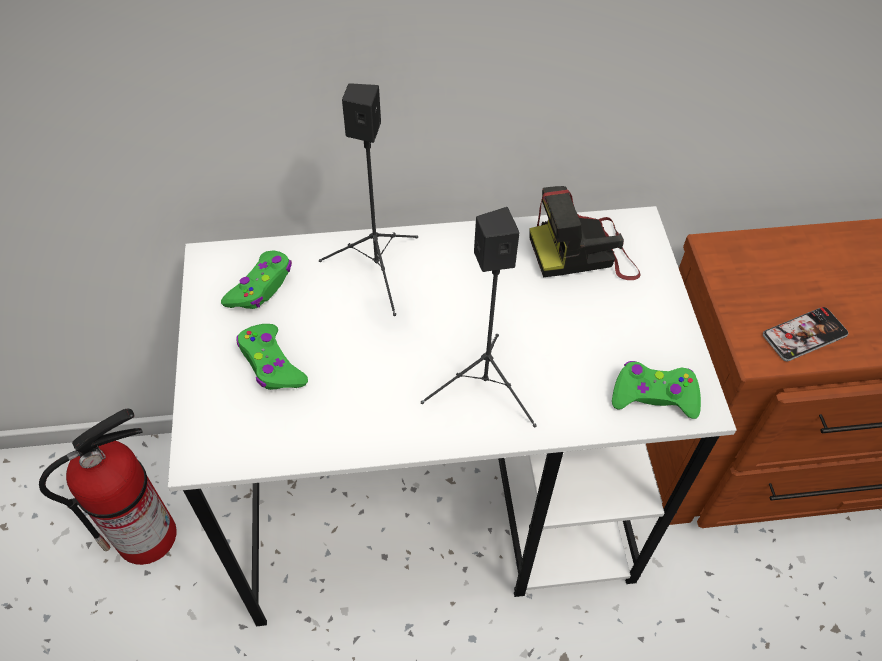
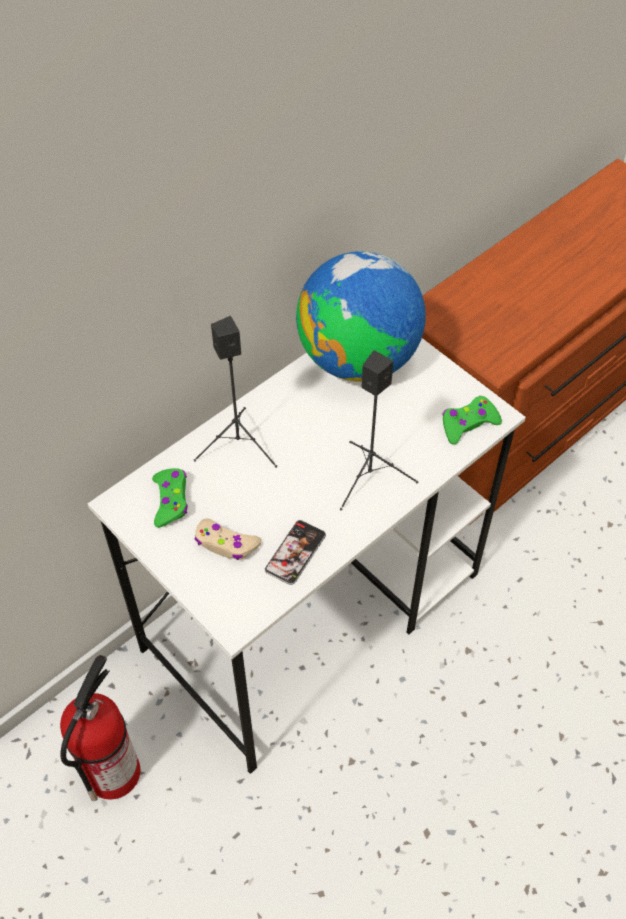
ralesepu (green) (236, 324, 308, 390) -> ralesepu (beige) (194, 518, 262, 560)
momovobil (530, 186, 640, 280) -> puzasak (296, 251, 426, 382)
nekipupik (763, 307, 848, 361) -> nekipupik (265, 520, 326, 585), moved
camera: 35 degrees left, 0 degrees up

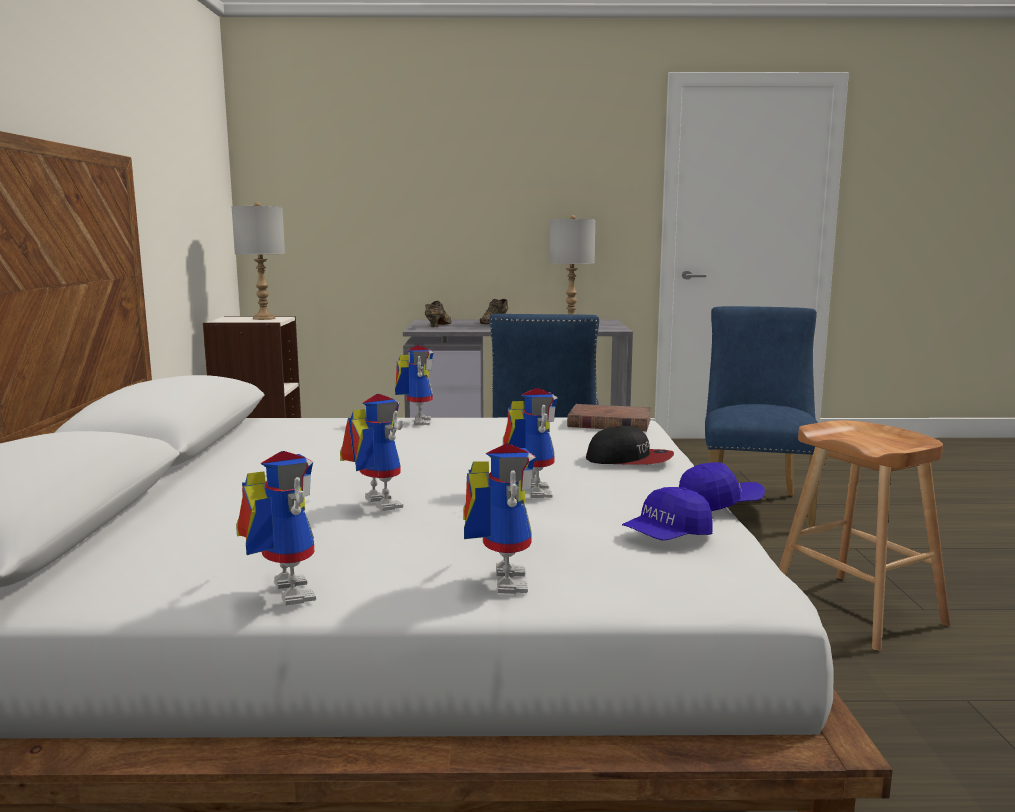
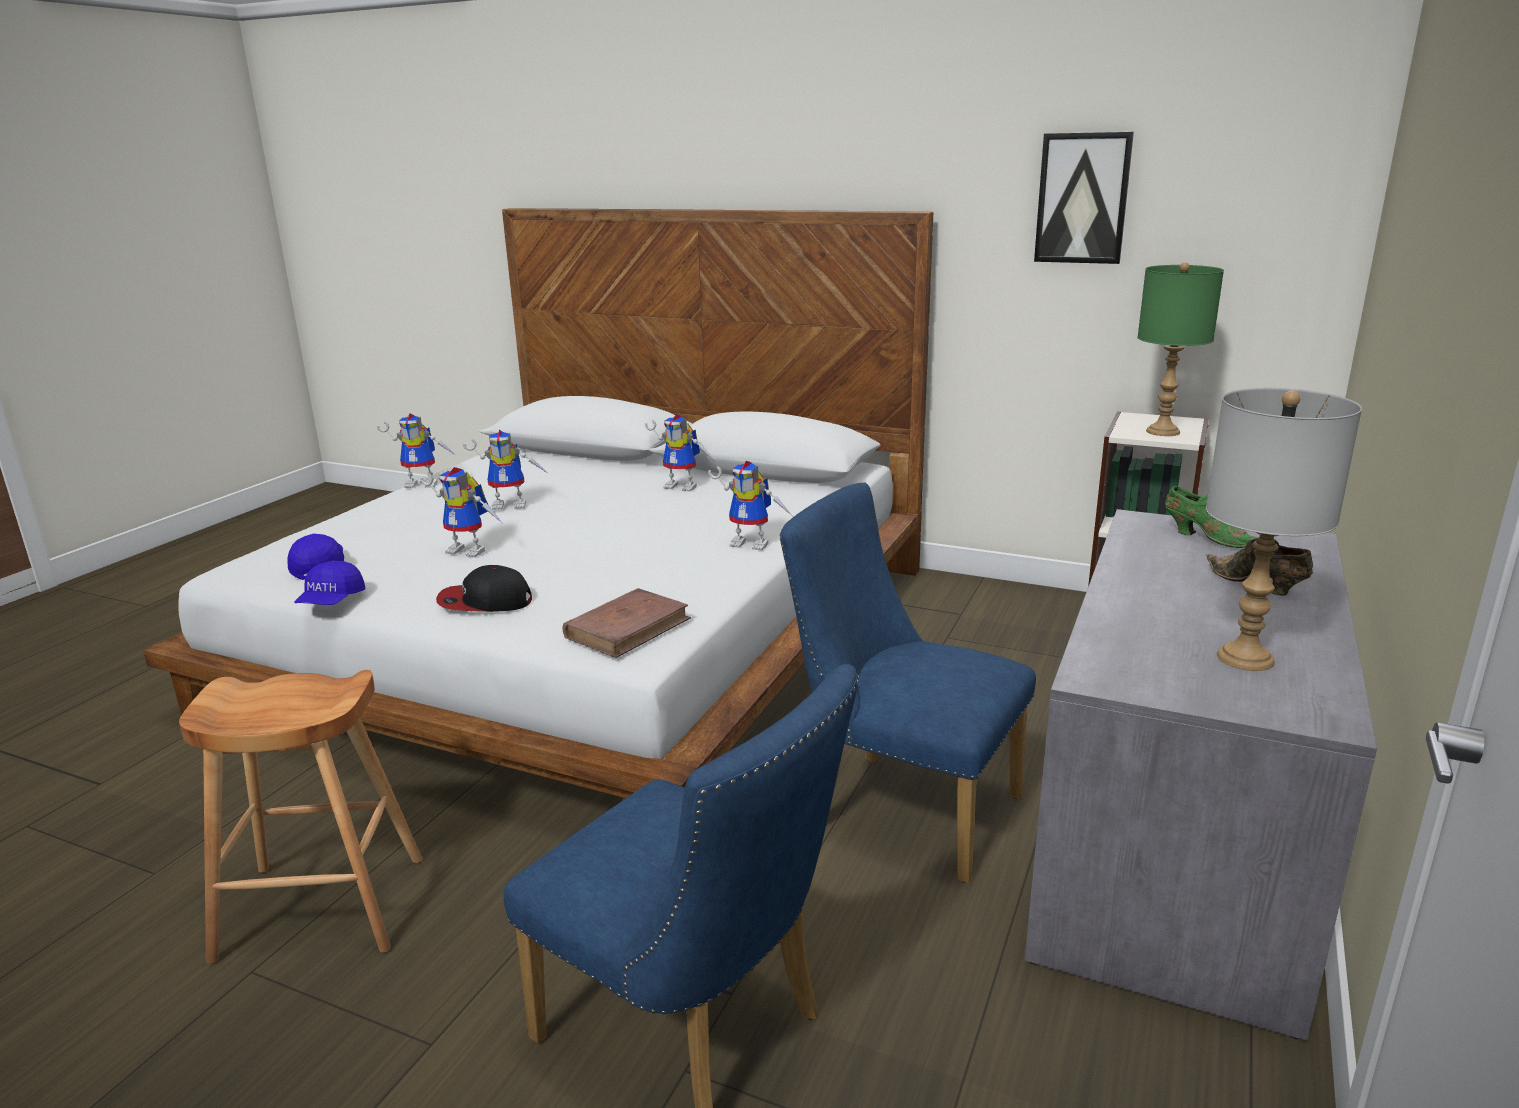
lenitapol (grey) (231, 202, 285, 320) -> lenitapol (green) (1138, 262, 1224, 436)
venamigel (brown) (425, 301, 452, 327) -> venamigel (green) (1165, 486, 1258, 548)
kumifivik (463, 444, 536, 594) -> kumifivik (645, 414, 716, 491), moved
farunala (586, 426, 674, 465) -> farunala (436, 565, 532, 612), 45 degrees clockwise
none -> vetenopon (1034, 132, 1134, 264)
camera: 115 degrees right, 10 degrees up

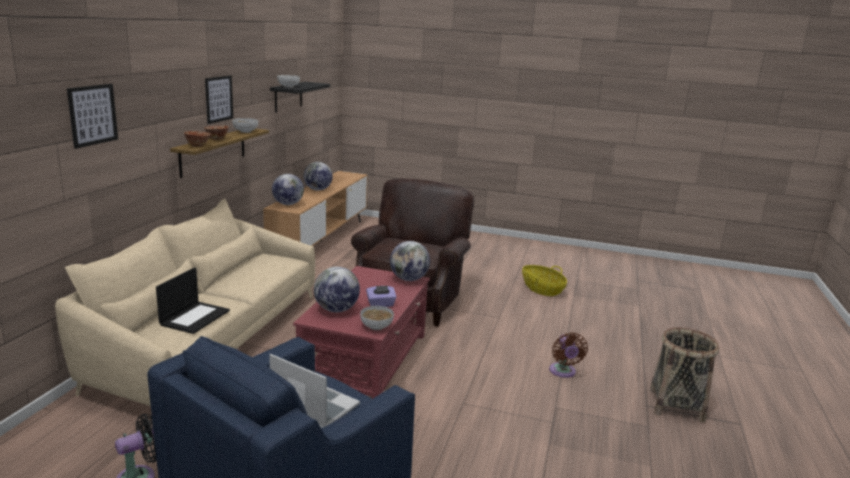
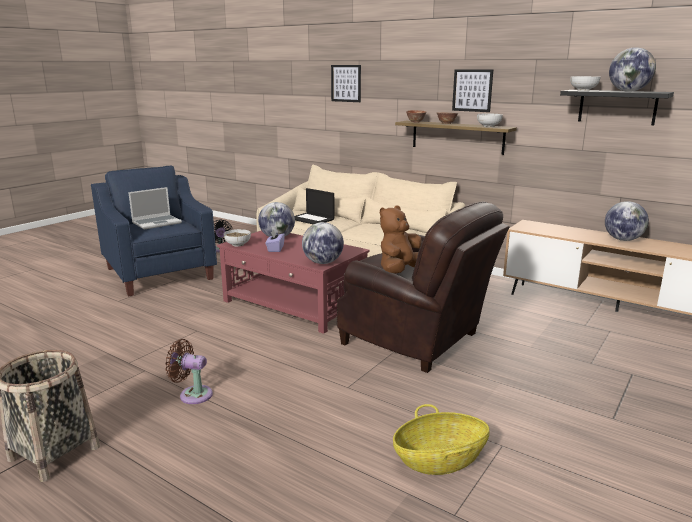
puzasak (272, 174, 304, 205) -> puzasak (609, 47, 656, 92), moved
none -> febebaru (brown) (380, 205, 421, 274)
camera: 110 degrees right, 0 degrees up

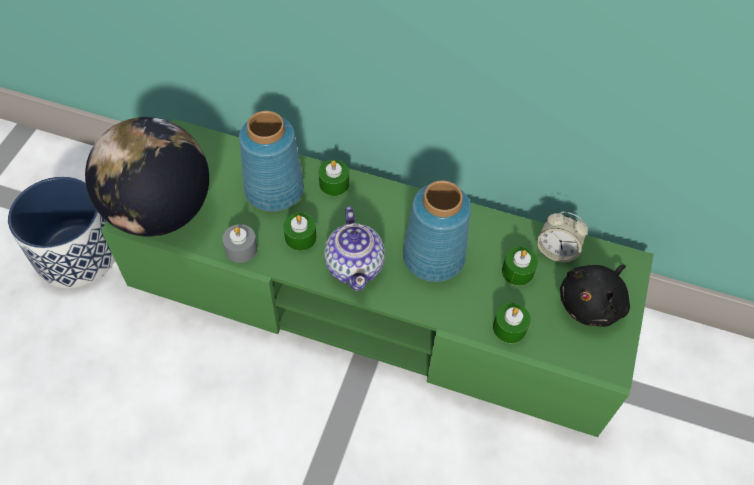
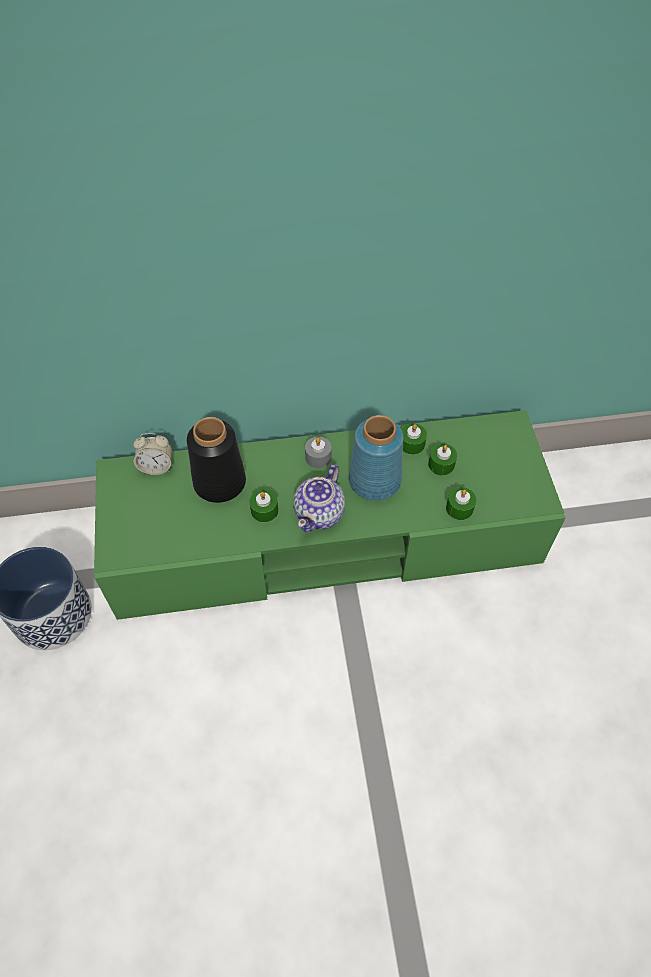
puzasak (85, 117, 209, 237) -> none
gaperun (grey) (222, 224, 257, 263) -> gaperun (grey) (305, 436, 332, 468), moved
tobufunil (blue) (239, 111, 304, 212) -> tobufunil (black) (187, 417, 246, 503)
gaperun (green) (319, 160, 349, 196) -> gaperun (green) (401, 423, 427, 455), moved
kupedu (324, 206, 385, 291) -> kupedu (293, 464, 345, 532), 60 degrees clockwise
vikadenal (537, 212, 588, 263) -> vikadenal (133, 433, 172, 475), moved
febebaru (black) (560, 265, 630, 327) -> none
camera: 25 degrees left, 0 degrees up

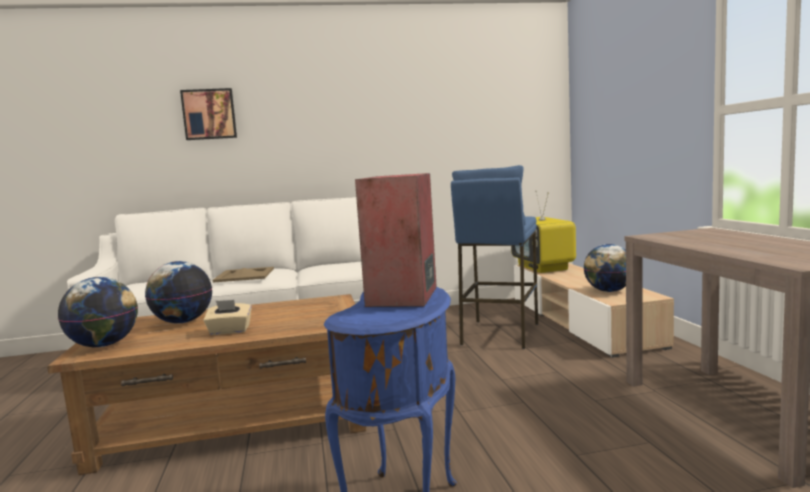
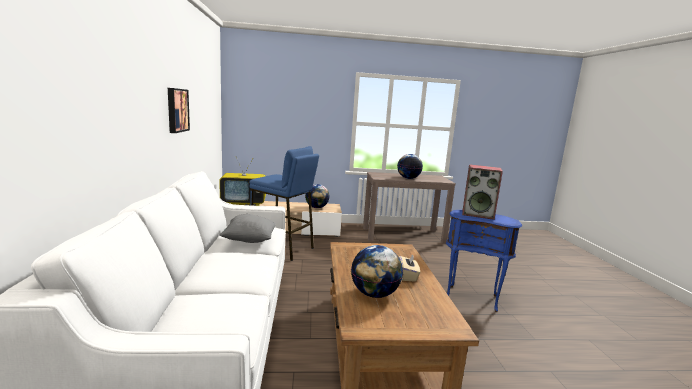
puzasak (58, 277, 138, 347) -> puzasak (397, 154, 423, 179), moved
vetenopon (180, 88, 237, 140) -> vetenopon (168, 88, 190, 133), moved
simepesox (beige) (212, 267, 274, 282) -> none
none -> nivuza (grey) (219, 214, 276, 243)
camera: 85 degrees left, 5 degrees up

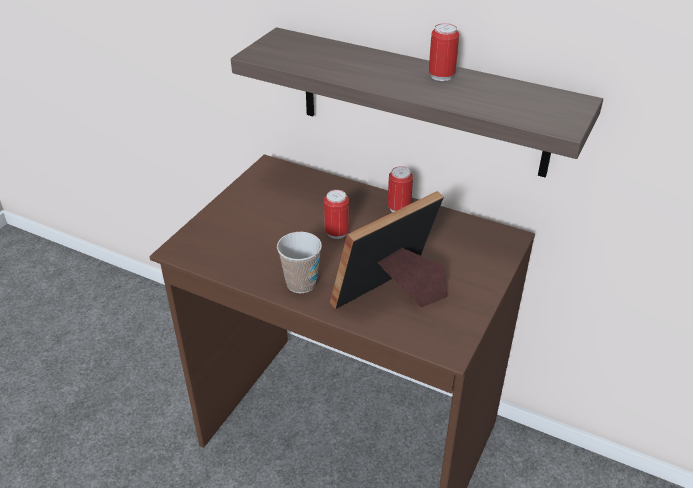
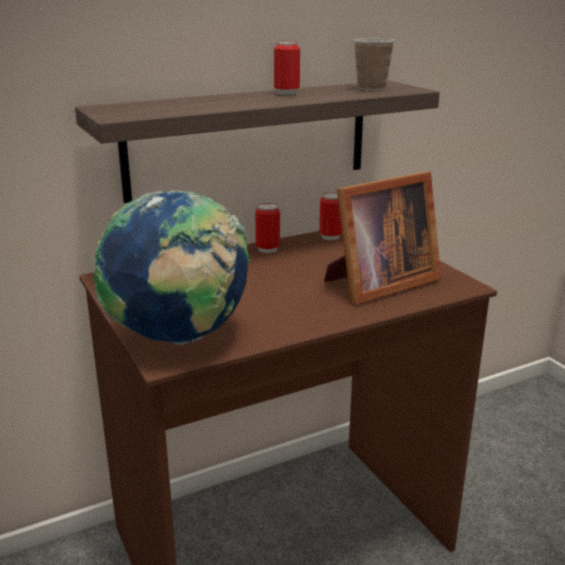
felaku (277, 232, 322, 293) -> felaku (354, 38, 395, 91), moved
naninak (324, 190, 349, 239) -> naninak (319, 192, 342, 240), moved
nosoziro (330, 191, 447, 309) -> nosoziro (324, 172, 441, 304), 120 degrees counterclockwise
none -> puzasak (93, 190, 251, 345)
camera: 55 degrees left, 15 degrees down

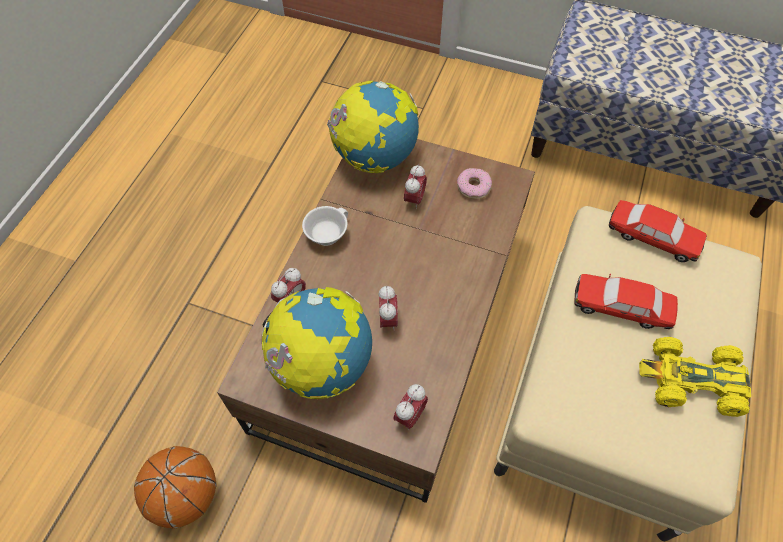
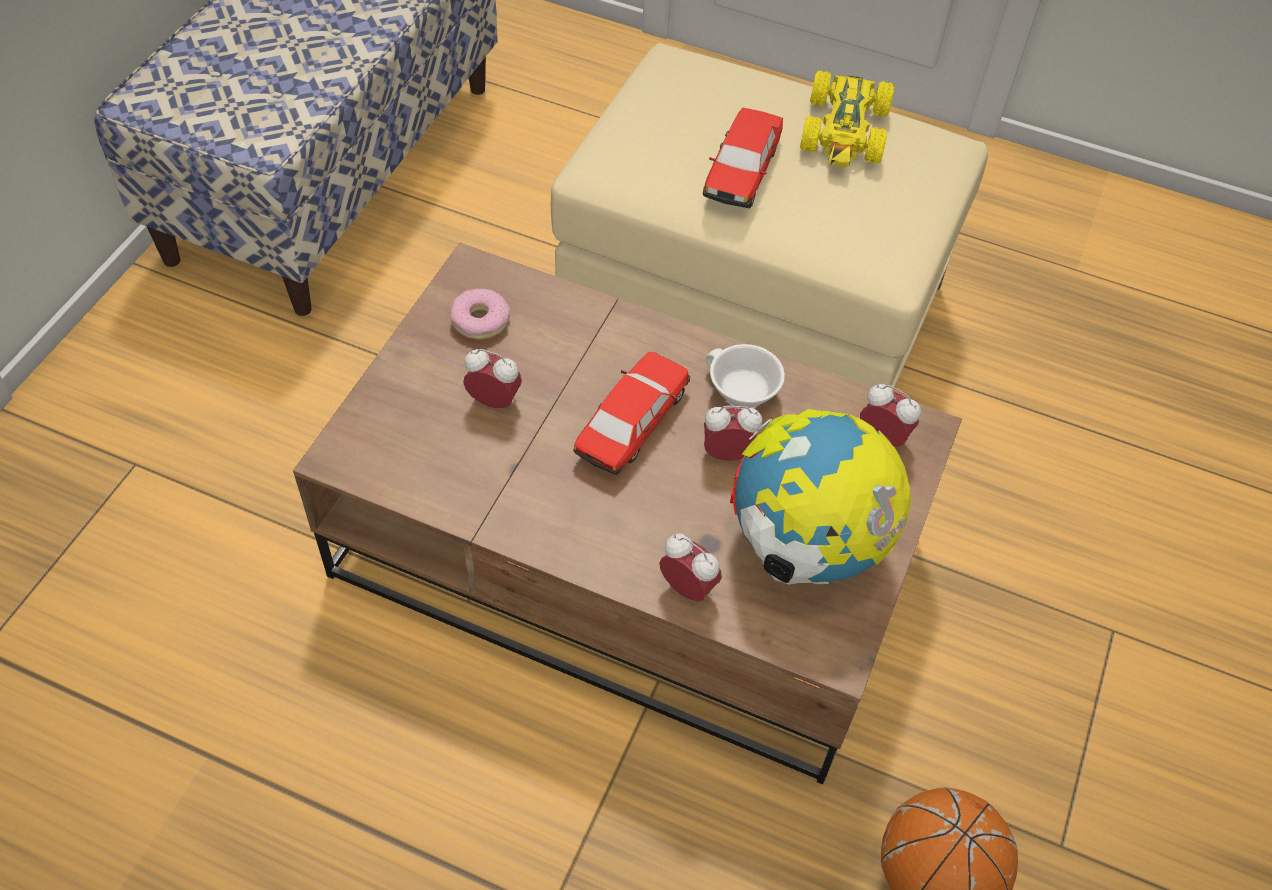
felaku (white) (302, 206, 348, 246) -> felaku (white) (706, 344, 785, 409), moved
puzasak (327, 81, 419, 173) -> none
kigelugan (609, 200, 707, 262) -> kigelugan (573, 352, 690, 475), moved
camera: 90 degrees left, 5 degrees down

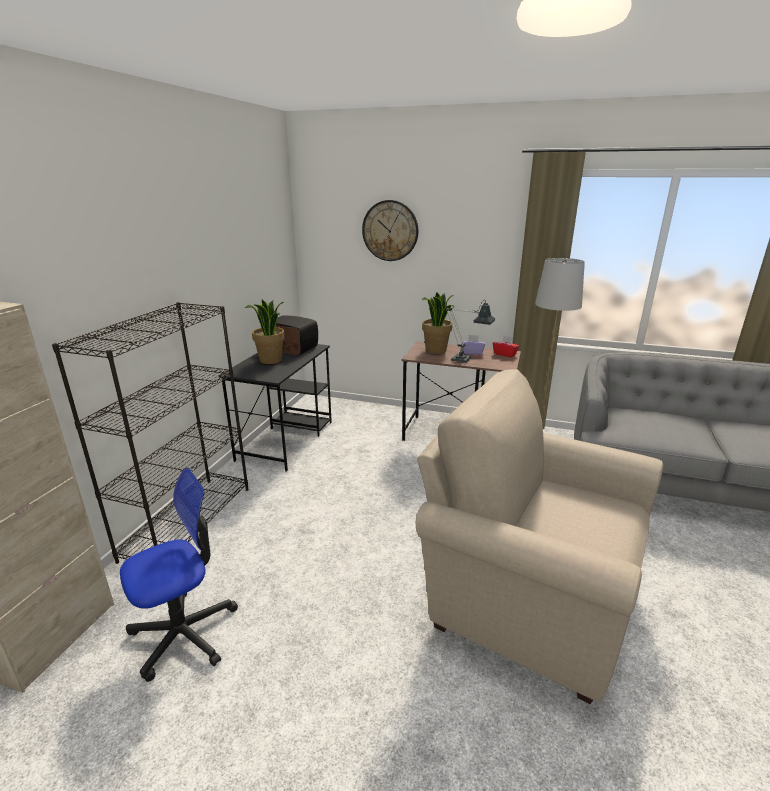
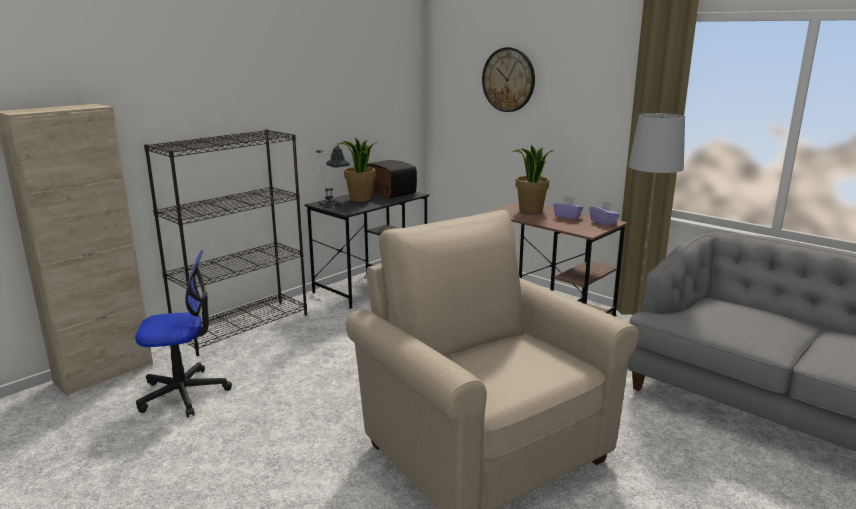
lenitapol (445, 300, 495, 363) -> lenitapol (316, 143, 350, 207), moved
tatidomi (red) (493, 336, 519, 357) -> tatidomi (purple) (589, 201, 620, 226)
camera: 25 degrees right, 5 degrees down

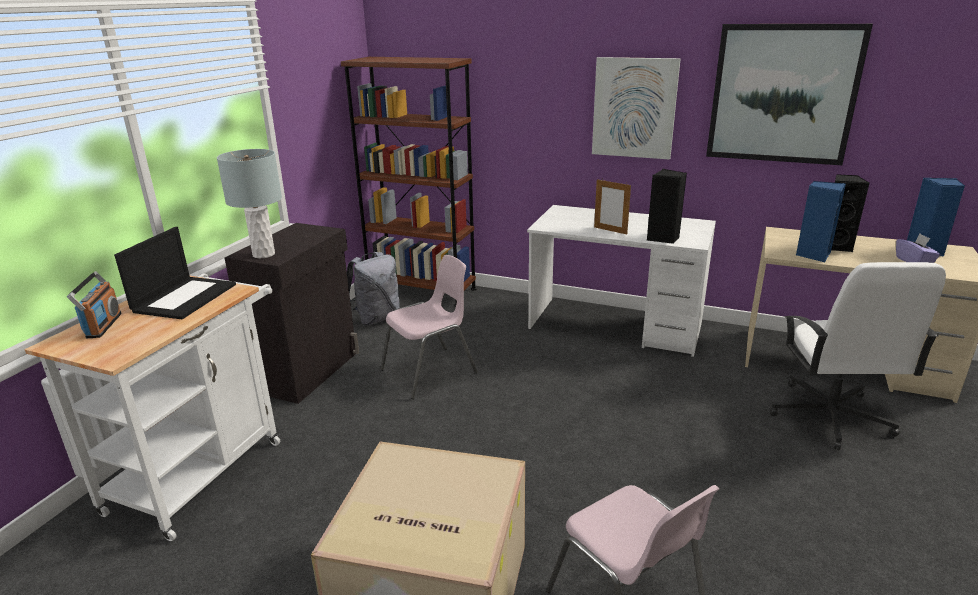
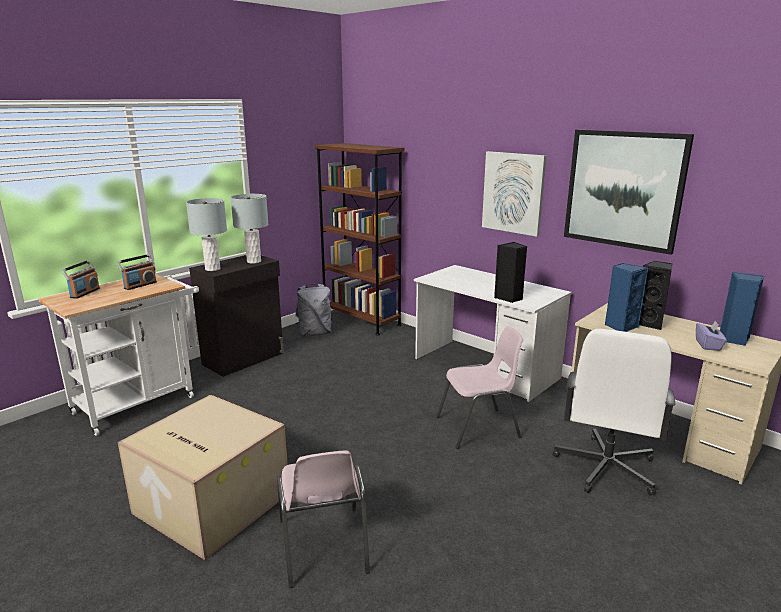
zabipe (114, 227, 236, 319) -> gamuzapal (117, 254, 157, 290)
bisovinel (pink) (380, 255, 478, 399) -> bisovinel (pink) (436, 326, 523, 449), moved
nosoziro (594, 179, 631, 234) -> none
none -> lenitapol (grey) (230, 194, 268, 264)
camera: 20 degrees right, 5 degrees down

